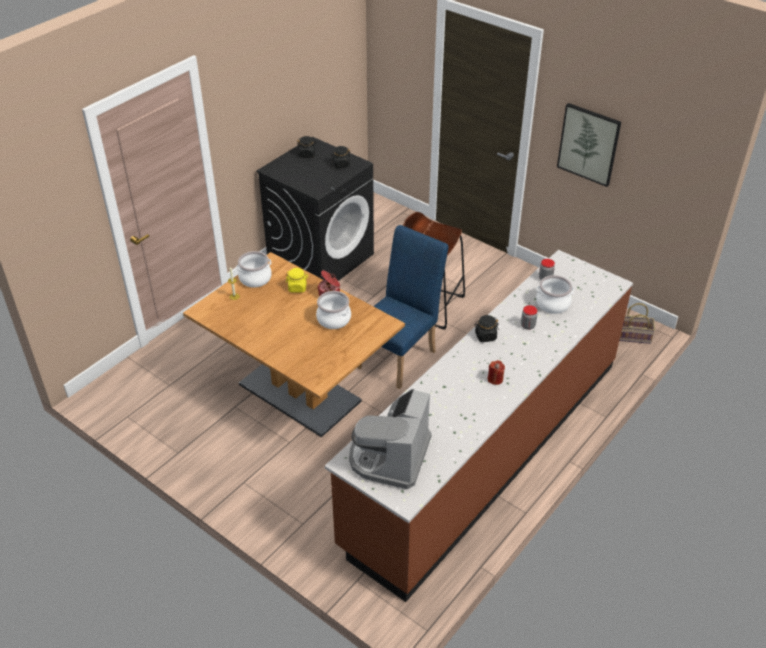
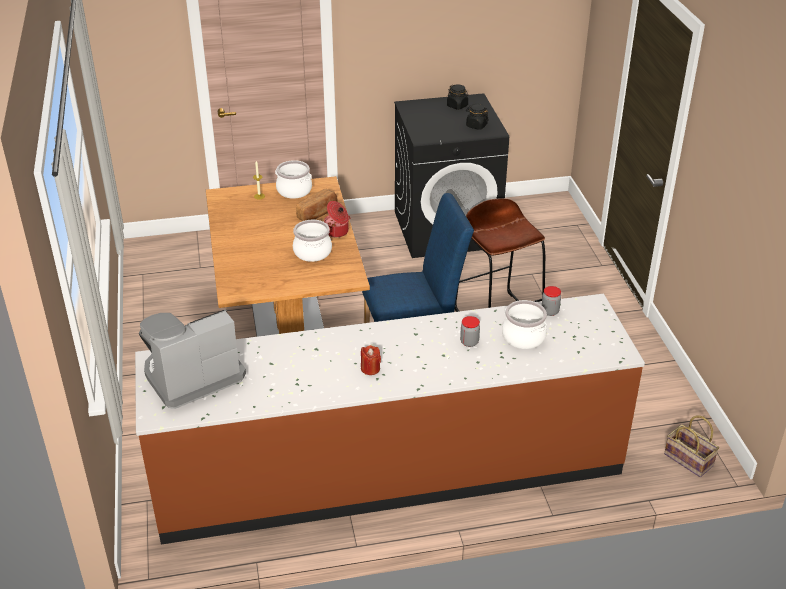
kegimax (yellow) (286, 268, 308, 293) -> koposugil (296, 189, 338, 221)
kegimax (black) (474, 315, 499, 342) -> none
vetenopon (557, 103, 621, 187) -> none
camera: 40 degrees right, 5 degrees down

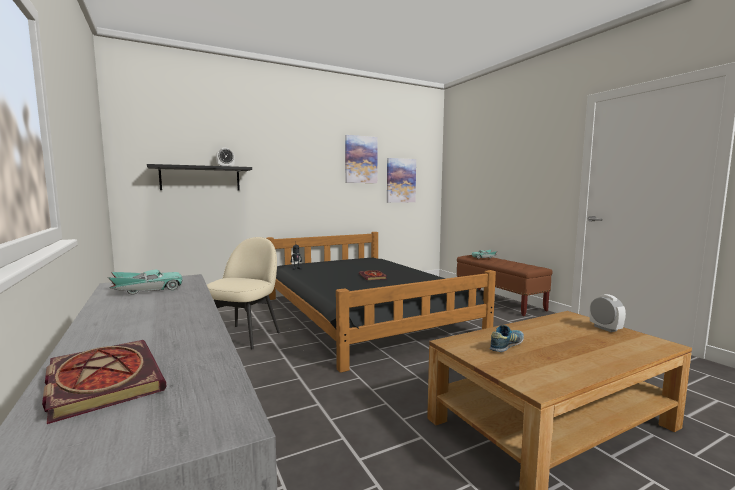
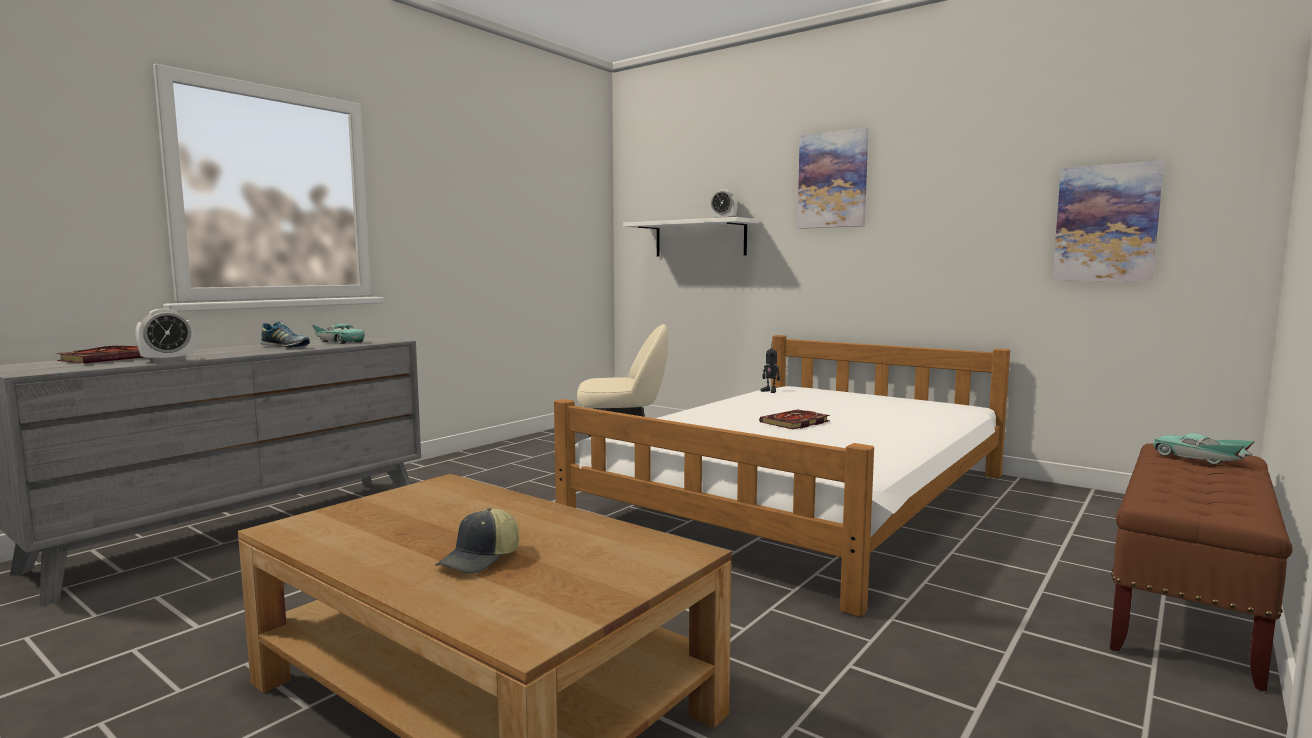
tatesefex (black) (147, 164, 252, 190) -> tatesefex (white) (623, 217, 759, 257)
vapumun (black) (266, 232, 496, 373) -> vapumun (white) (554, 335, 1010, 617)
vetenopon (345, 135, 378, 183) -> vetenopon (797, 128, 869, 229), moved
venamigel (490, 325, 524, 352) -> venamigel (260, 321, 310, 347), moved
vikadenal (589, 294, 626, 332) -> vikadenal (135, 309, 194, 363), moved
none -> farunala (435, 508, 519, 574)
camera: 65 degrees right, 0 degrees up

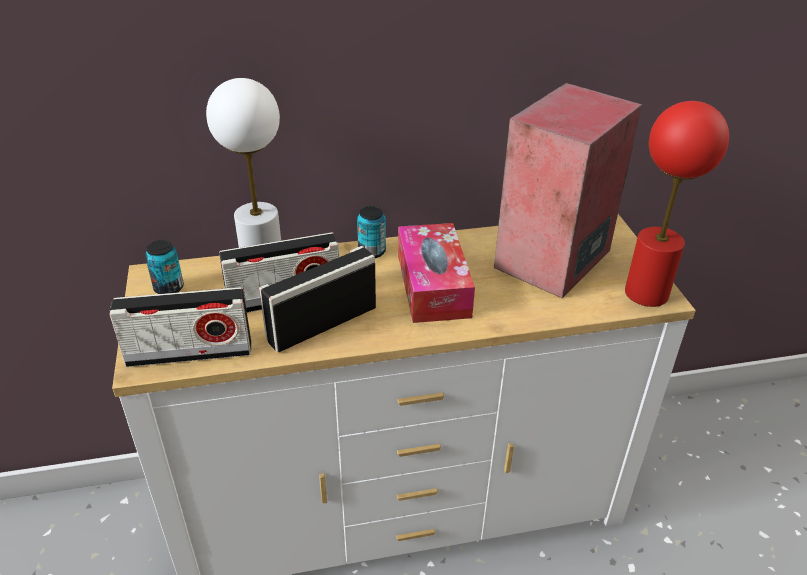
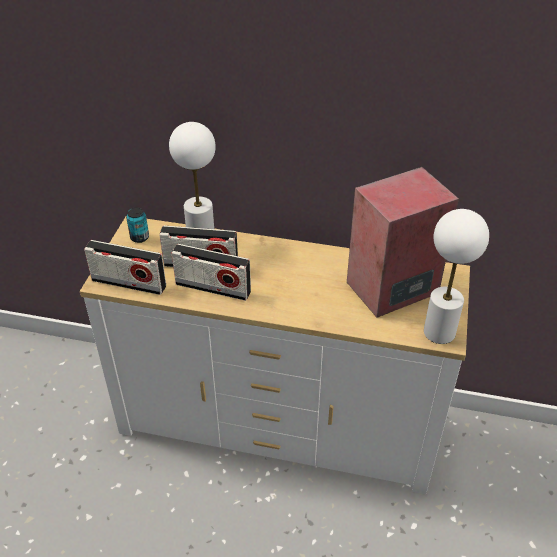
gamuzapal (259, 246, 376, 352) -> gamuzapal (172, 244, 251, 301), 150 degrees counterclockwise
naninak (357, 206, 386, 258) -> none
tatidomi (398, 223, 475, 323) -> none
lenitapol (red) (625, 101, 729, 307) -> lenitapol (white) (424, 209, 489, 344)
camera: 25 degrees right, 5 degrees up

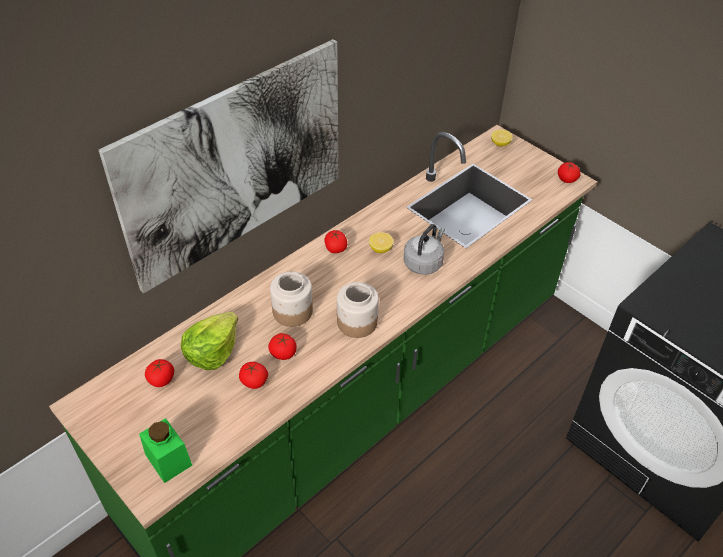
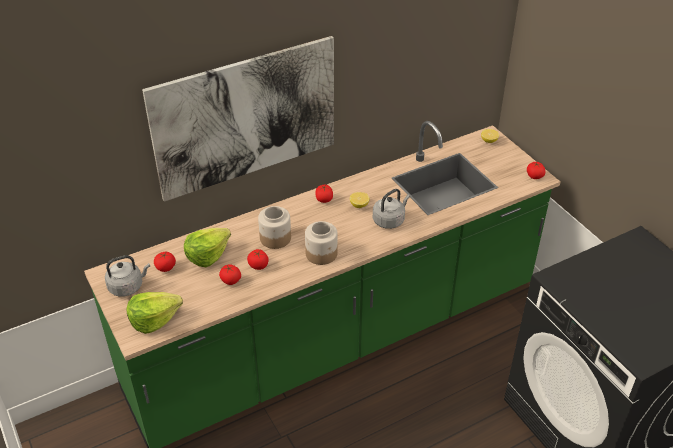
kegimax (green) (139, 418, 193, 483) -> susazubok (126, 292, 183, 334)
none -> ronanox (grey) (105, 255, 150, 297)
camera: 15 degrees right, 5 degrees down

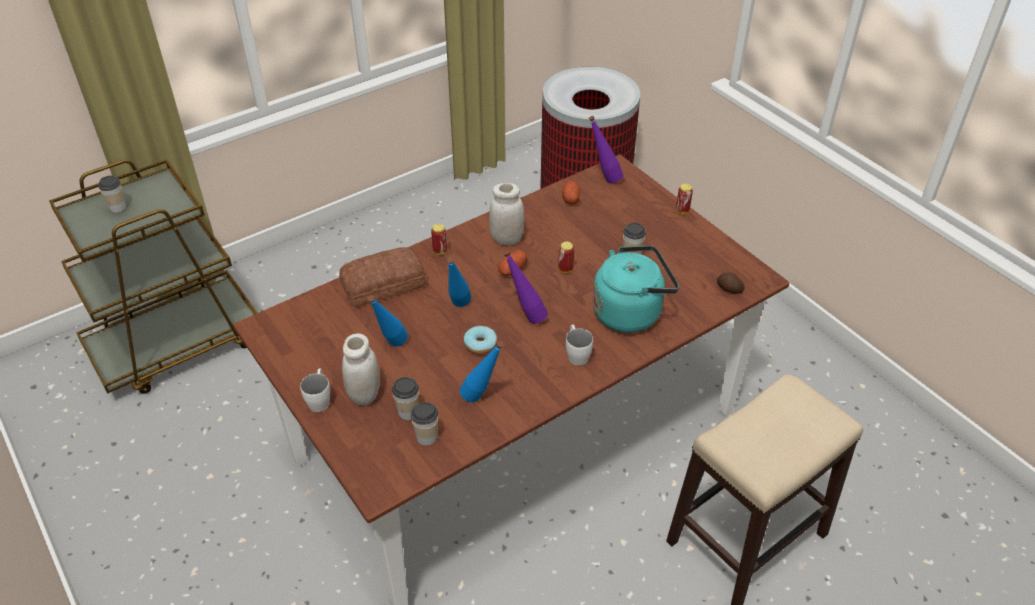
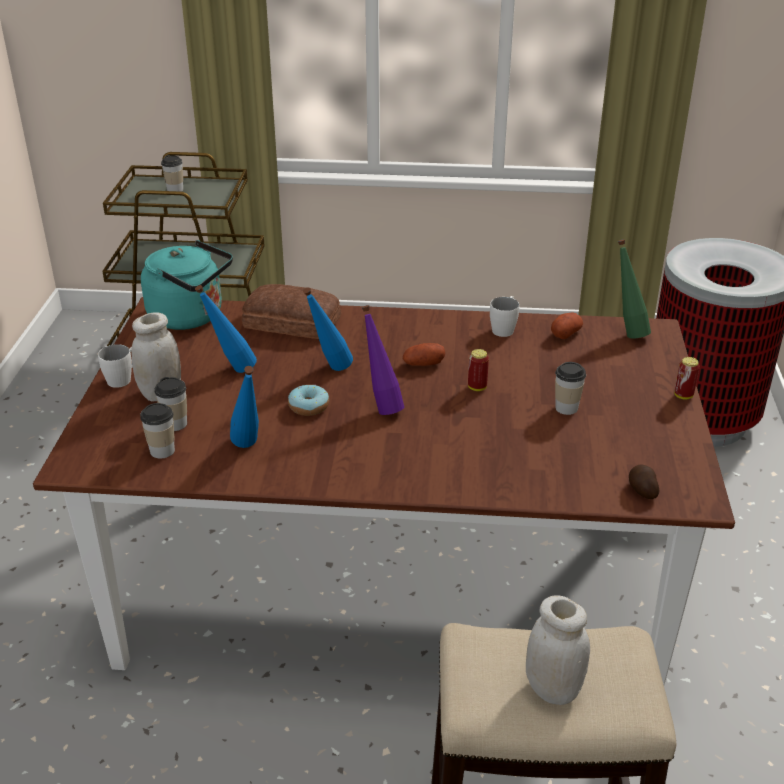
naninak (431, 224, 447, 255) -> none
kegimax (white) (489, 183, 524, 245) -> kegimax (white) (526, 595, 590, 705), moved
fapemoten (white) (566, 325, 593, 366) -> fapemoten (white) (490, 296, 519, 337), moved
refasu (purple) (589, 116, 623, 183) -> refasu (green) (618, 239, 651, 338)
ronanox (turquoise) (593, 246, 679, 333) -> ronanox (turquoise) (141, 240, 233, 330), moved
camera: 40 degrees right, 10 degrees down

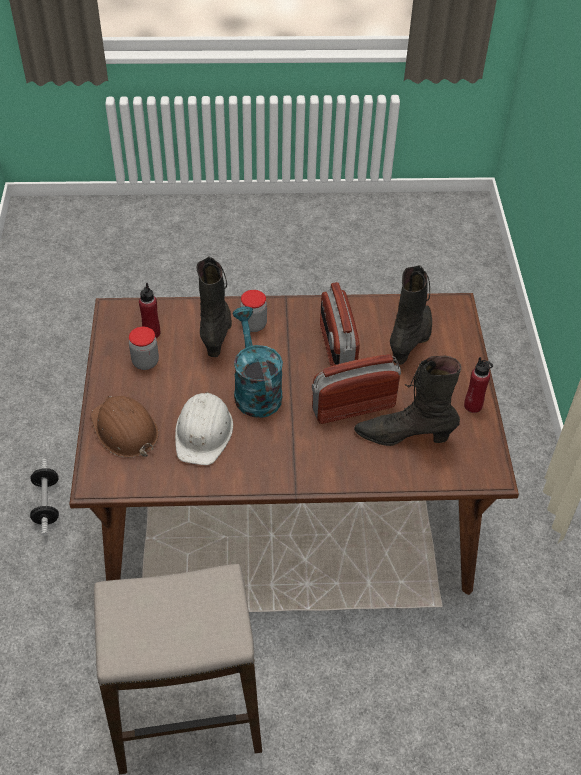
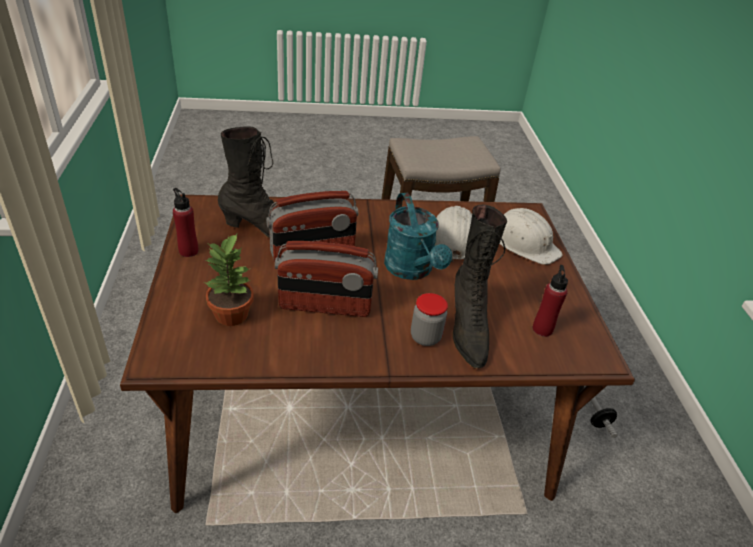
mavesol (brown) (91, 396, 159, 458) -> mavesol (white) (500, 208, 563, 265)
kegimax (129, 327, 159, 370) -> none
gamuzapal (320, 282, 360, 366) -> gamuzapal (275, 241, 378, 317), 105 degrees clockwise
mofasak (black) (390, 265, 432, 365) -> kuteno (204, 234, 254, 326)
camera: 175 degrees right, 10 degrees down

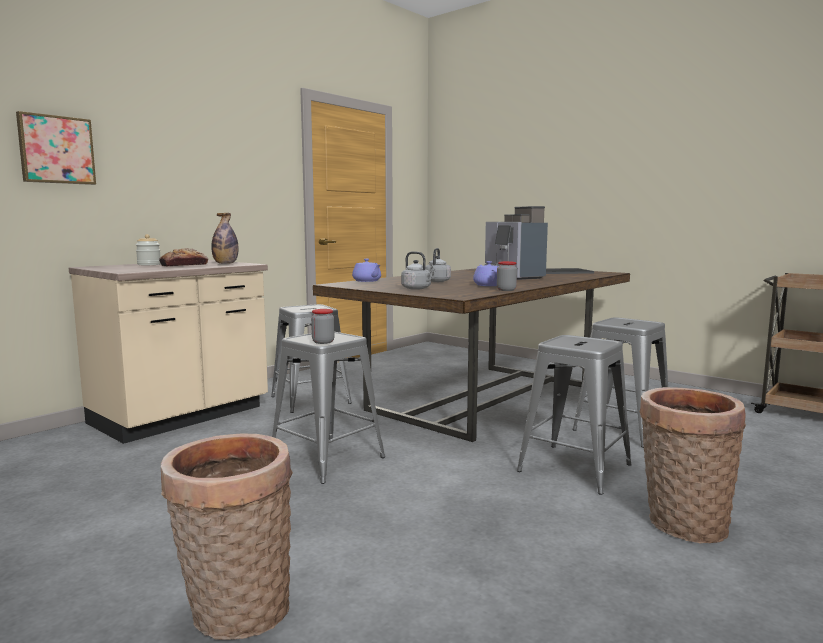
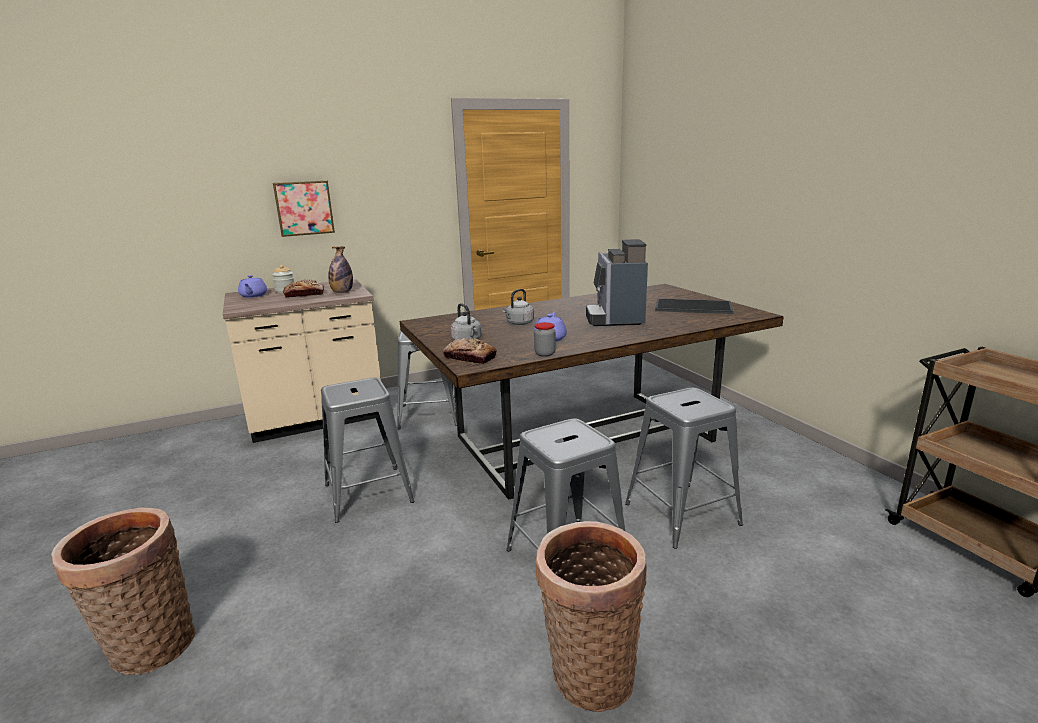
vetenopon (16, 111, 96, 185) -> vetenopon (273, 181, 335, 237), moved
kegimax (311, 309, 335, 344) -> none
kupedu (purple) (352, 259, 381, 282) -> kupedu (purple) (238, 275, 267, 298), moved
none -> koposugil (443, 338, 497, 364)
camera: 25 degrees right, 10 degrees up

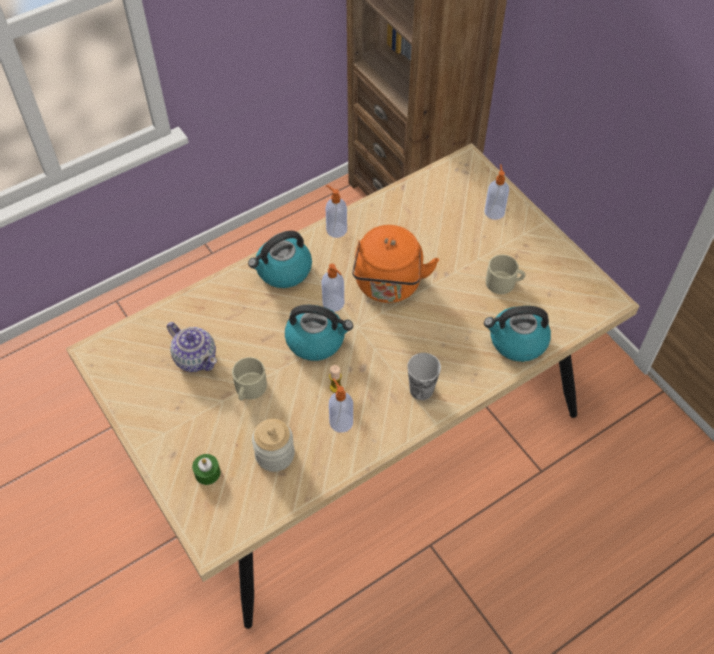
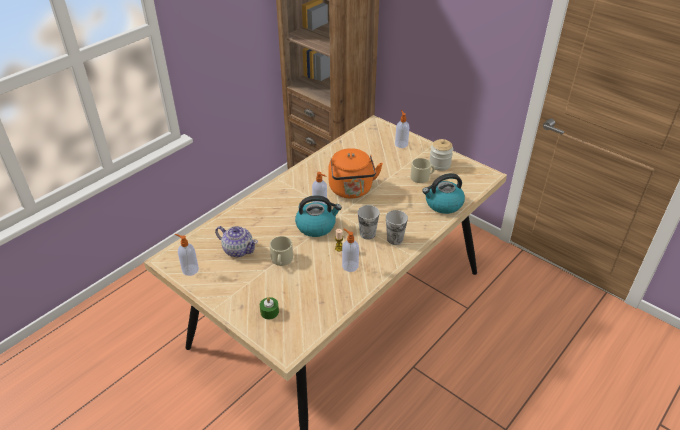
ronanox (248, 231, 312, 288) -> none
kegimax (252, 419, 295, 472) -> kegimax (429, 139, 453, 171), moved
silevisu (326, 185, 347, 238) -> silevisu (175, 234, 199, 276), moved
none -> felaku (358, 205, 380, 240)
camera: 15 degrees left, 15 degrees down

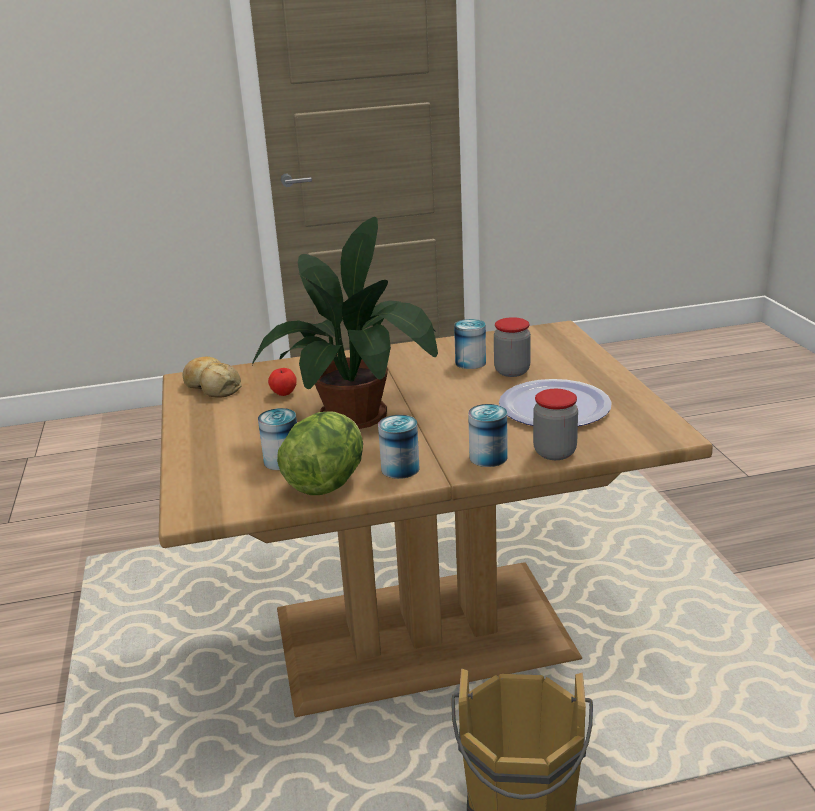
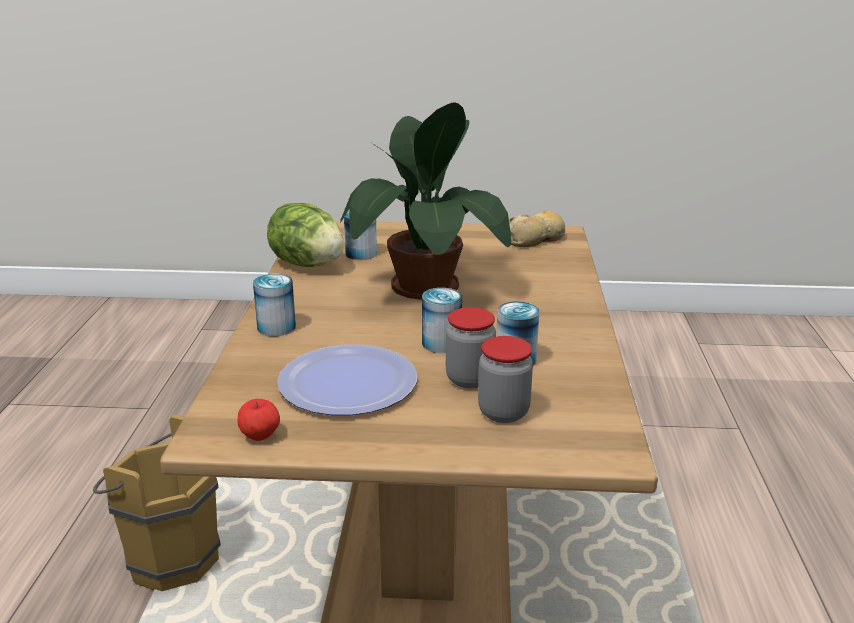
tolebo (268, 368, 296, 396) -> tolebo (237, 399, 280, 441), moved
naninak (378, 415, 419, 479) -> naninak (422, 288, 462, 353), moved
kegimax (533, 389, 578, 460) -> kegimax (478, 336, 533, 423), moved
camera: 105 degrees right, 0 degrees up

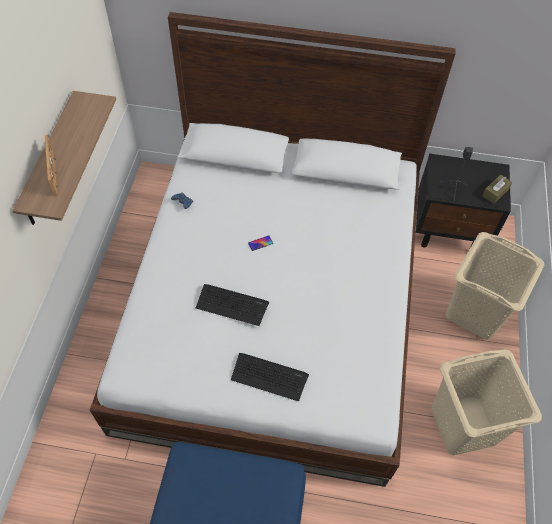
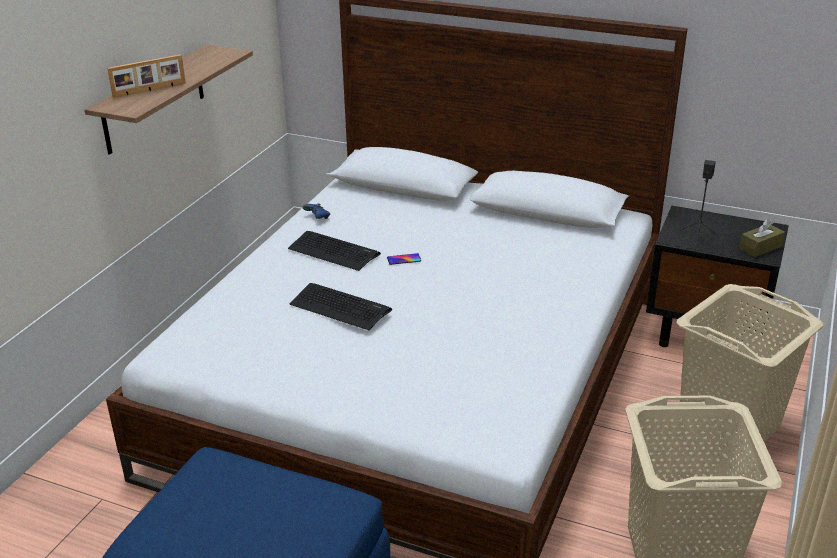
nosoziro (45, 135, 59, 197) -> nosoziro (107, 54, 186, 98), 60 degrees clockwise
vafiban (231, 353, 309, 401) -> vafiban (288, 231, 381, 271), moved
camera: 15 degrees right, 25 degrees down

